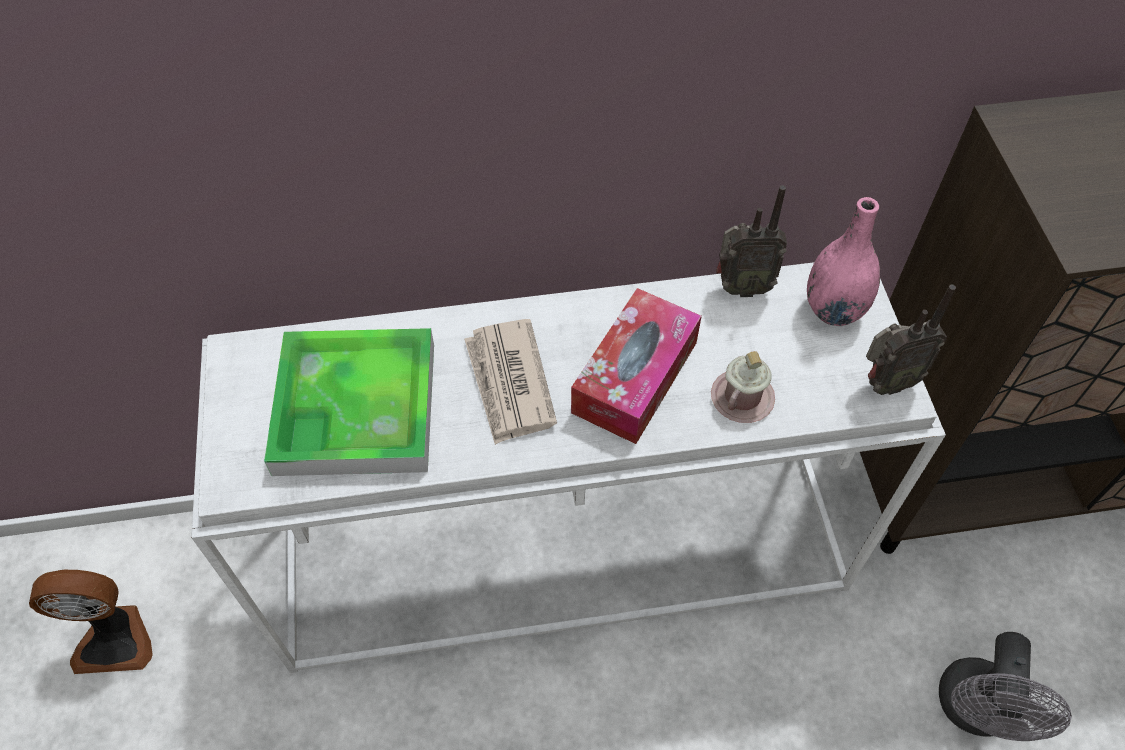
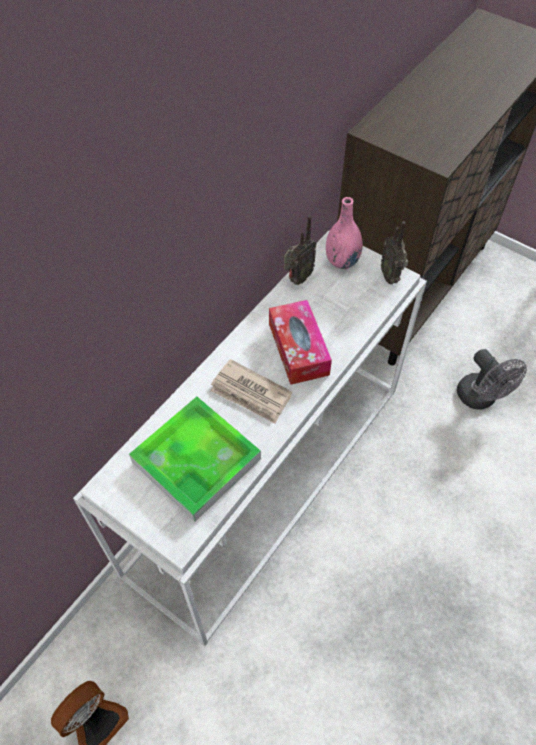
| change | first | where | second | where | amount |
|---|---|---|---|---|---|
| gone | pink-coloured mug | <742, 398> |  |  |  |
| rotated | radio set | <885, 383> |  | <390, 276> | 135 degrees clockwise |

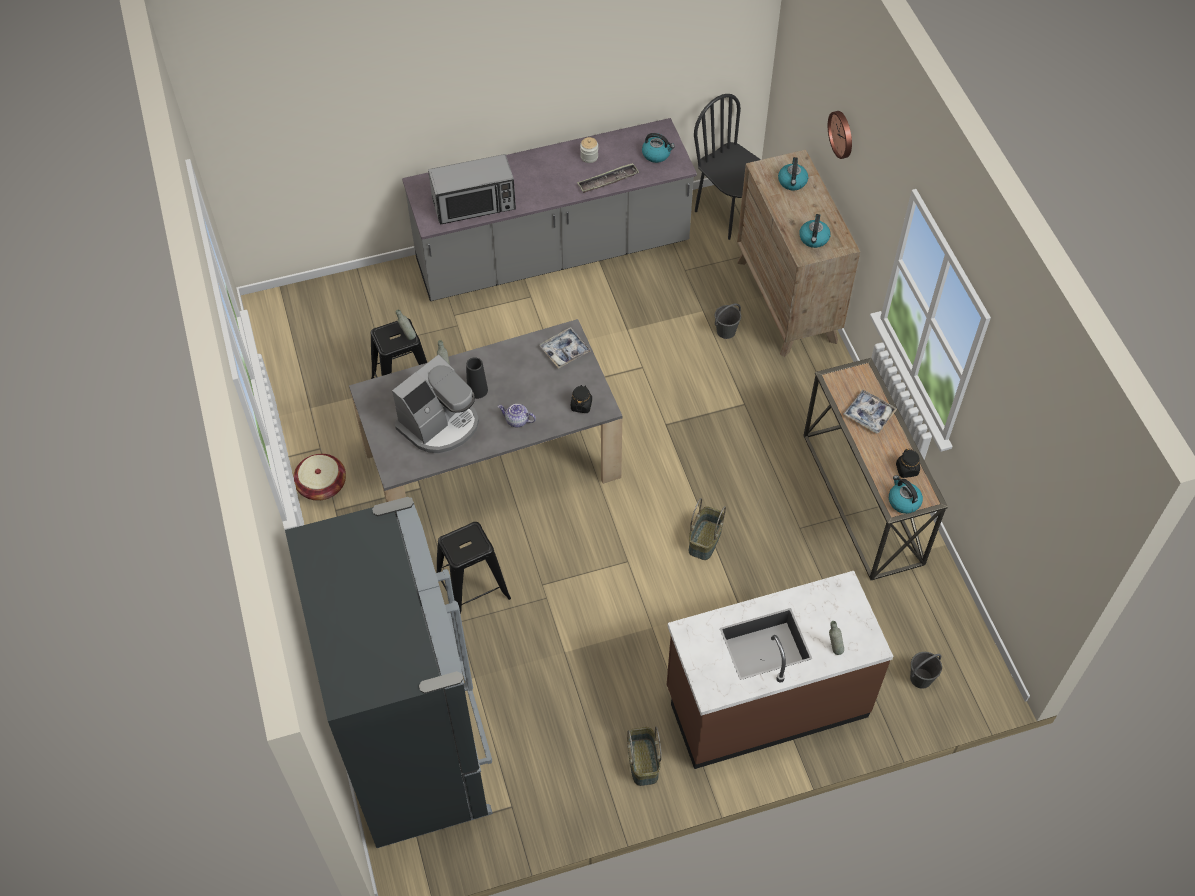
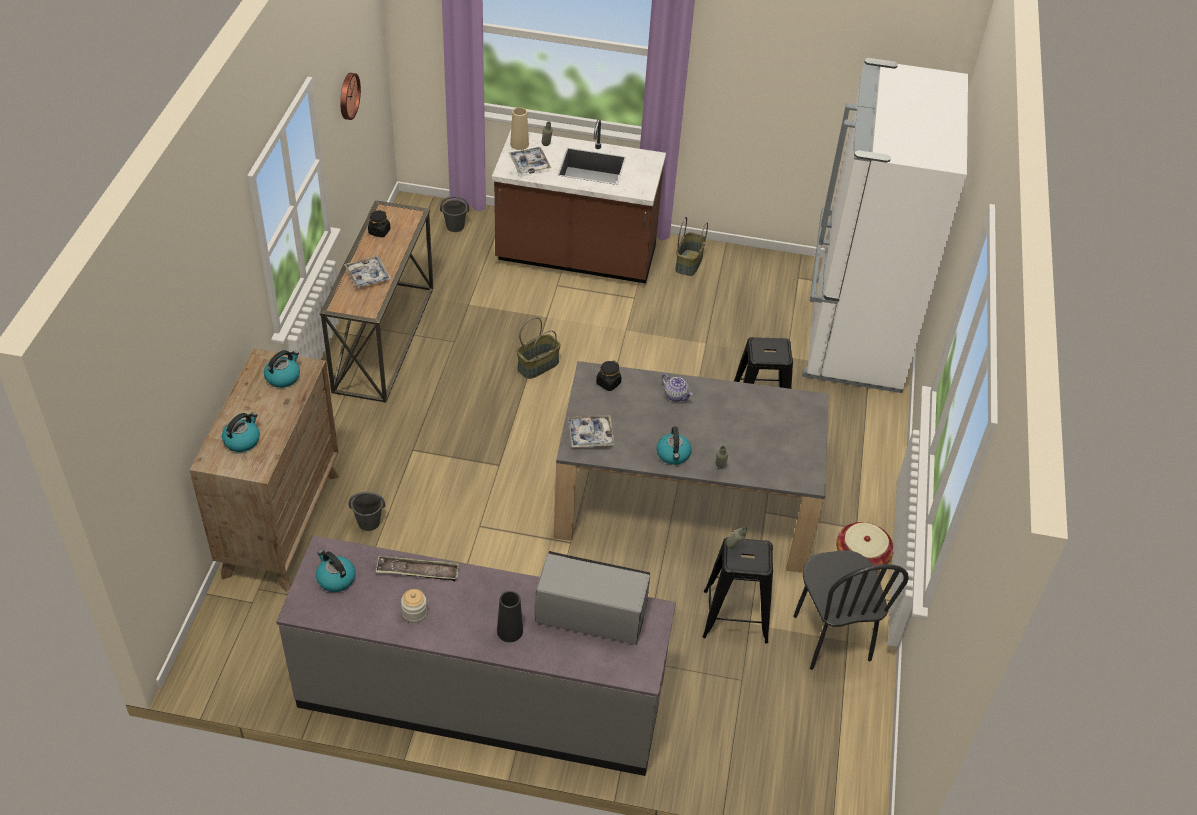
| change | first | where | second | where | amount |
|---|---|---|---|---|---|
| repainted | black fridge | <417, 747> | whitish fridge | <853, 334> |  |
| gone | coffee machine | <440, 424> |  |  |  |
| shifted | black vase | <477, 390> |  | <510, 631> |  |
| shifted | black upright chair | <729, 214> |  | <831, 638> |  |
| shifted | clock on the wall | <842, 134> |  | <347, 96> |  |
| shifted | tea kettle | <903, 501> |  | <673, 455> |  |
| new |  |  | serving tray | <529, 164> |  |
| new |  |  | beige-coloured vase | <519, 144> |  |

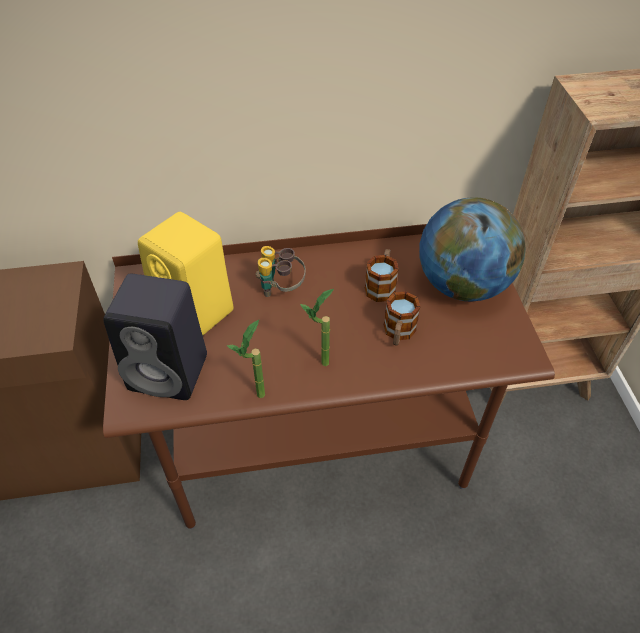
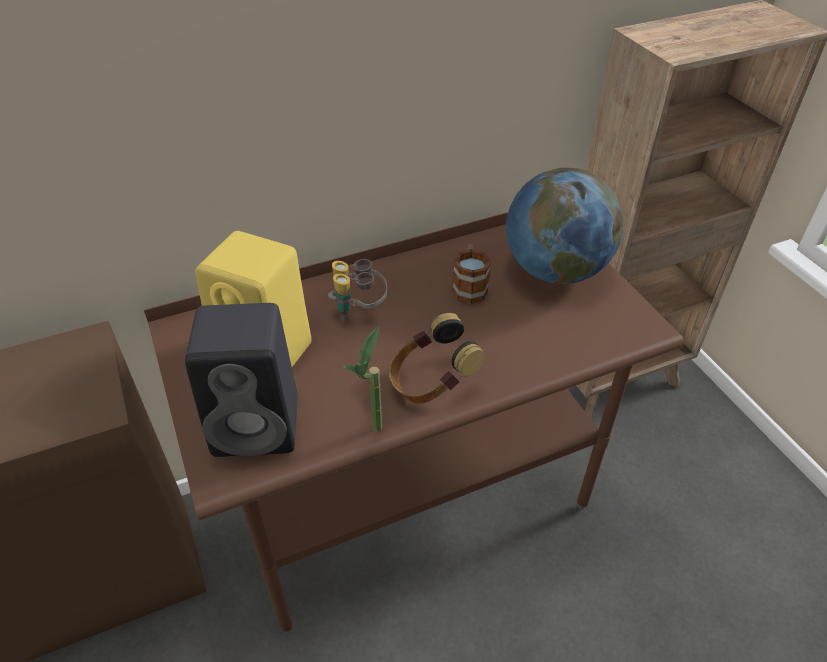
| change | first | where | second | where | amount |
|---|---|---|---|---|---|
| swapped | plant in a pot | <318, 366> | headset | <431, 383> |  |
| gone | mug | <398, 333> |  |  |  |

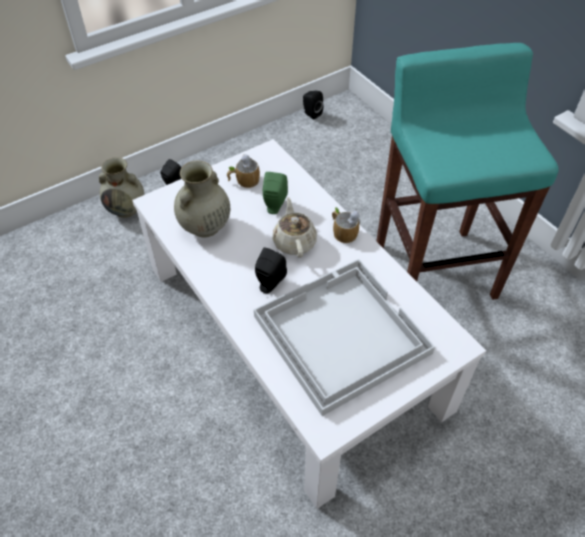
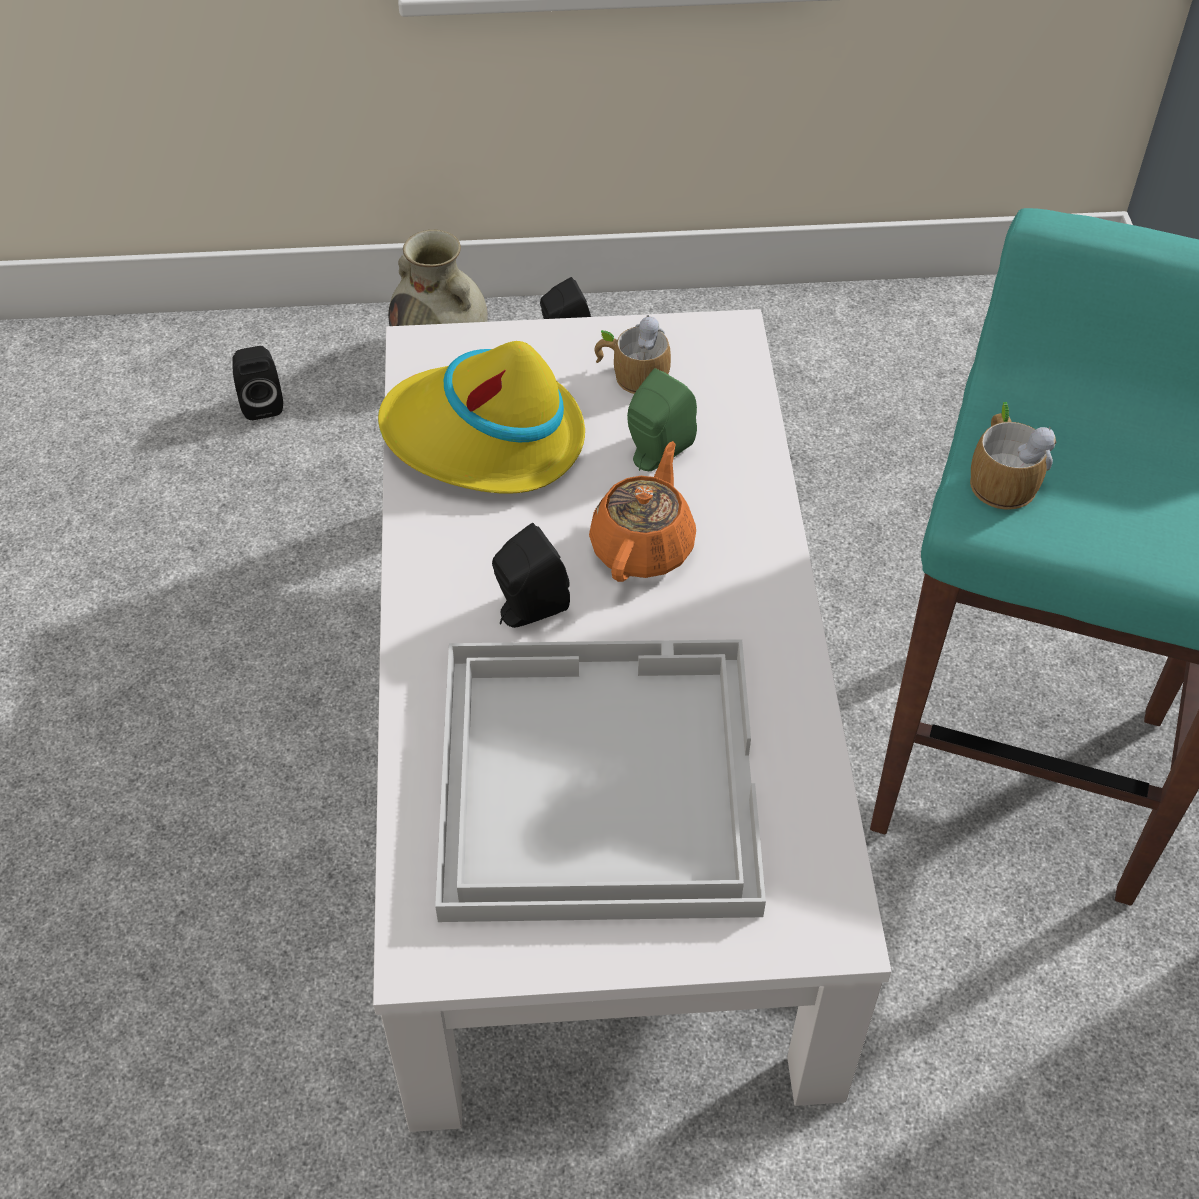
| change | first | where | second | where | amount |
|---|---|---|---|---|---|
| swapped | beige-coloured vase | <205, 227> | yellowish wearable hat | <484, 439> |  |
| repainted | beige-coloured teapot | <294, 241> | orange-coloured teapot | <643, 546> |  |
| shifted | black loudspeaker | <311, 113> |  | <261, 403> |  |
| shifted | mug | <343, 231> |  | <1002, 475> |  |

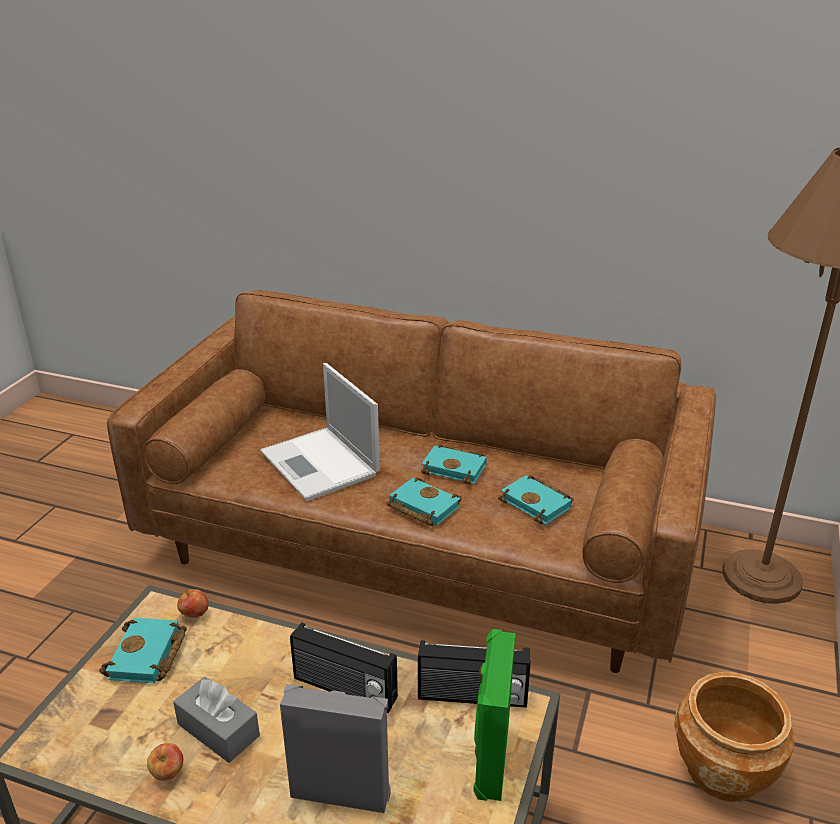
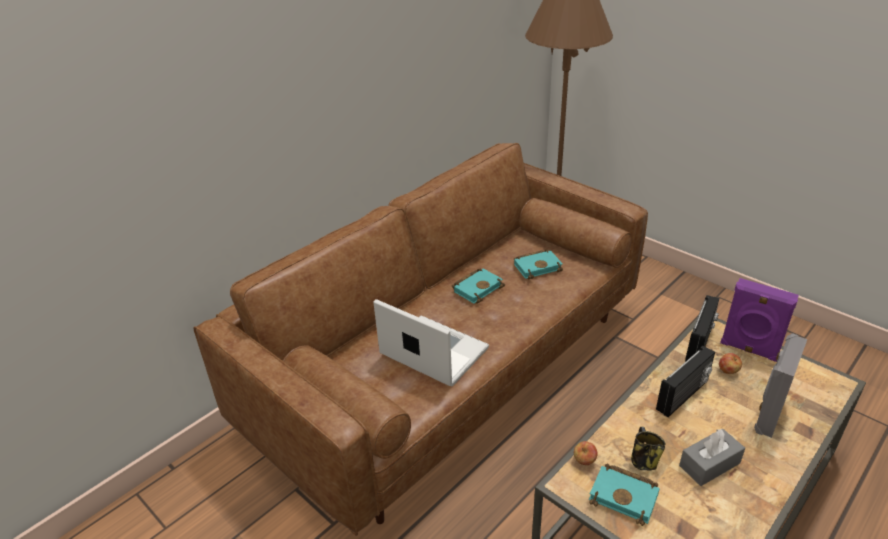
| change | first | where | second | where | amount |
|---|---|---|---|---|---|
| shifted | whole apple | <168, 773> |  | <728, 371> |  |
| rotated | laptop | <321, 464> |  | <432, 351> | 135 degrees counterclockwise |
| gone | turquoise-coloured book | <421, 507> |  |  |  |
| repainted | green loudspeaker | <489, 759> | purplish loudspeaker | <748, 350> |  |
| gone | brown flower pot | <723, 770> |  |  |  |
| new |  |  | mug | <643, 461> |  |

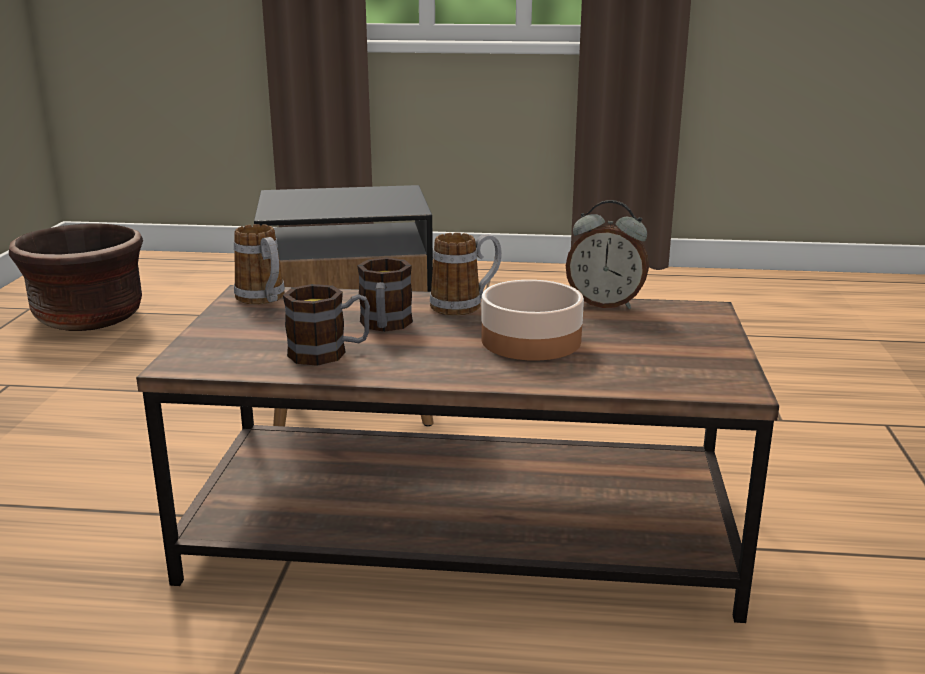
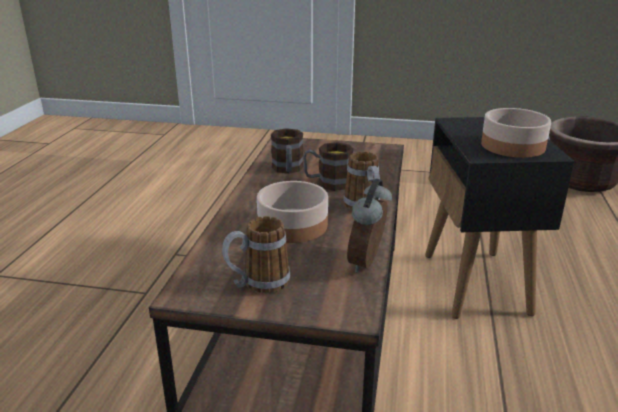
| change | first | where | second | where | amount |
|---|---|---|---|---|---|
| shifted | mug | <264, 300> |  | <258, 284> |  |
| new |  |  | deep dish | <513, 146> |  |

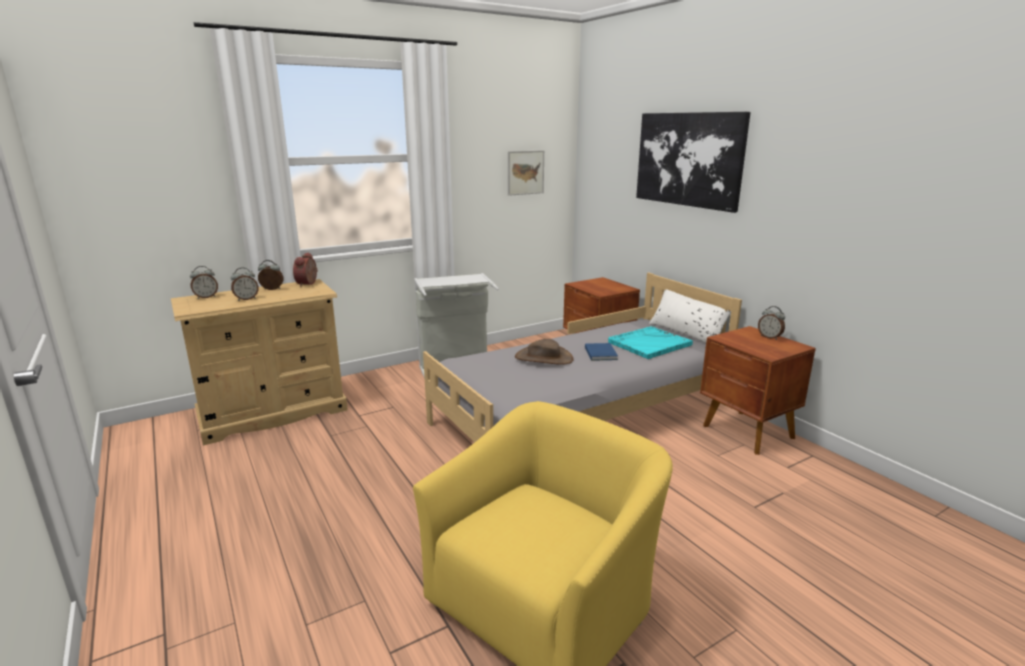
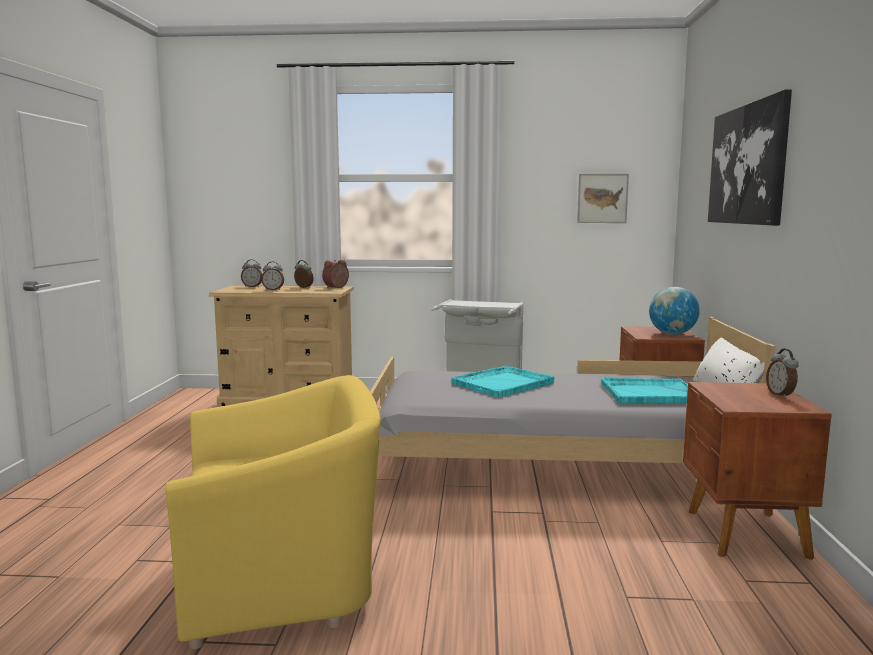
| change | first | where | second | where | amount |
|---|---|---|---|---|---|
| swapped | brown wearable hat | <544, 358> | turquoise-coloured serving tray | <503, 383> |  |
| gone | bluish book | <601, 353> |  |  |  |
| new |  |  | globe | <672, 334> |  |

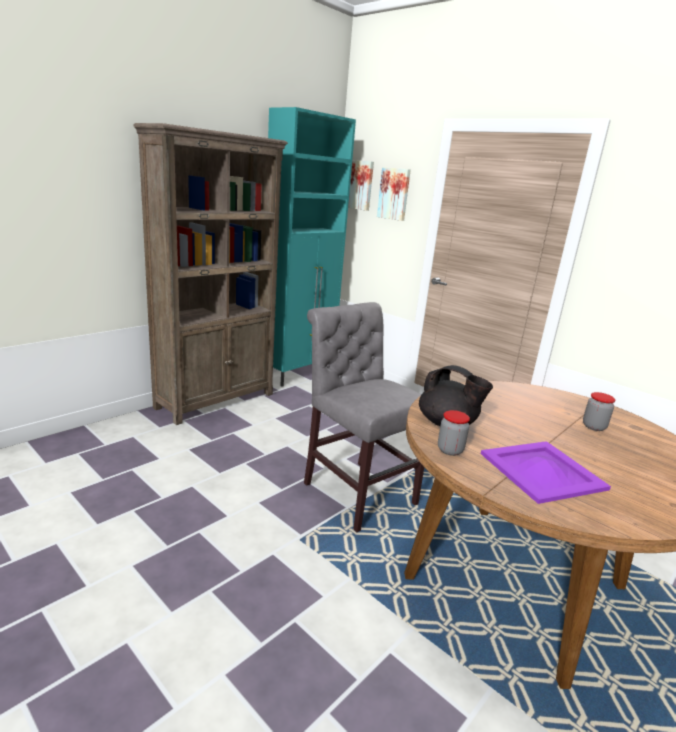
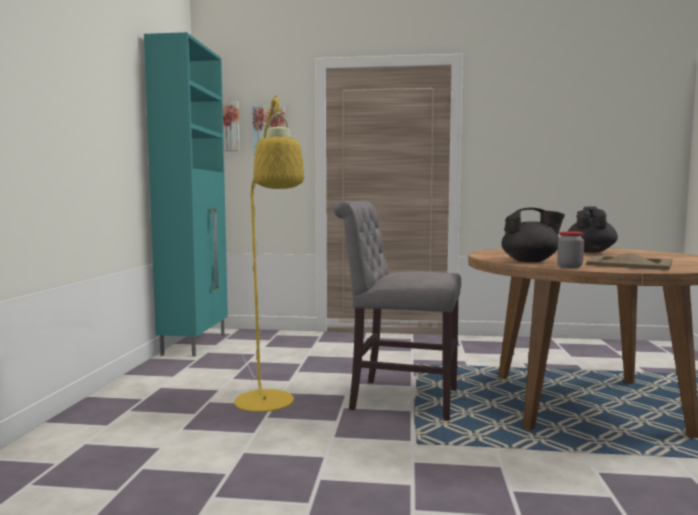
| change | first | where | second | where | amount |
|---|---|---|---|---|---|
| gone | brown bookcase | <216, 400> |  |  |  |
| repainted | purplish serving tray | <542, 470> | beige-coloured serving tray | <629, 263> |  |
| swapped | preserve jar | <594, 427> | black teapot | <590, 252> |  |
| new |  |  | yellowish standard lamp | <267, 406> |  |

